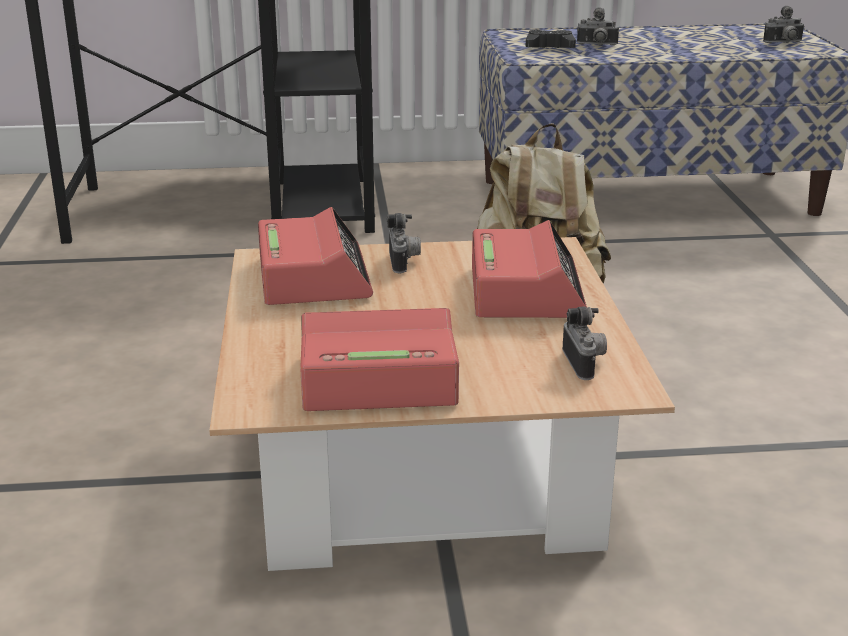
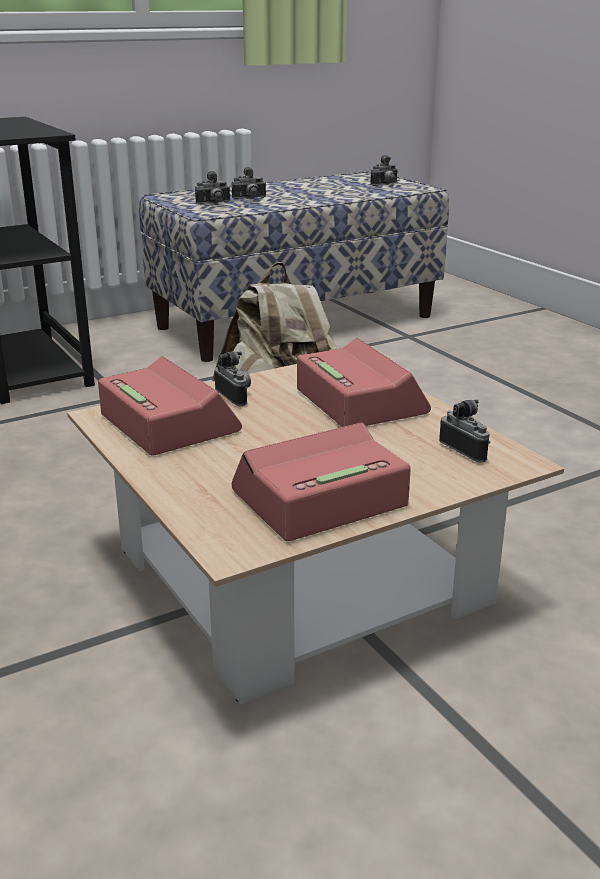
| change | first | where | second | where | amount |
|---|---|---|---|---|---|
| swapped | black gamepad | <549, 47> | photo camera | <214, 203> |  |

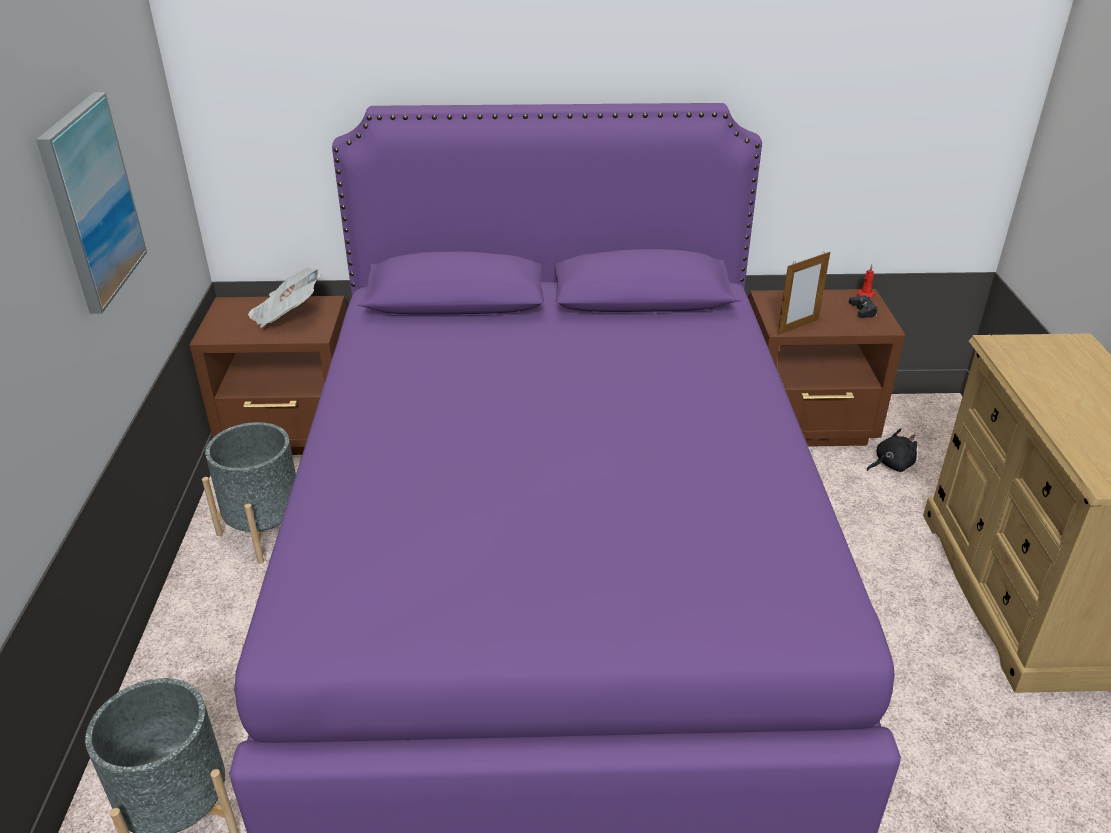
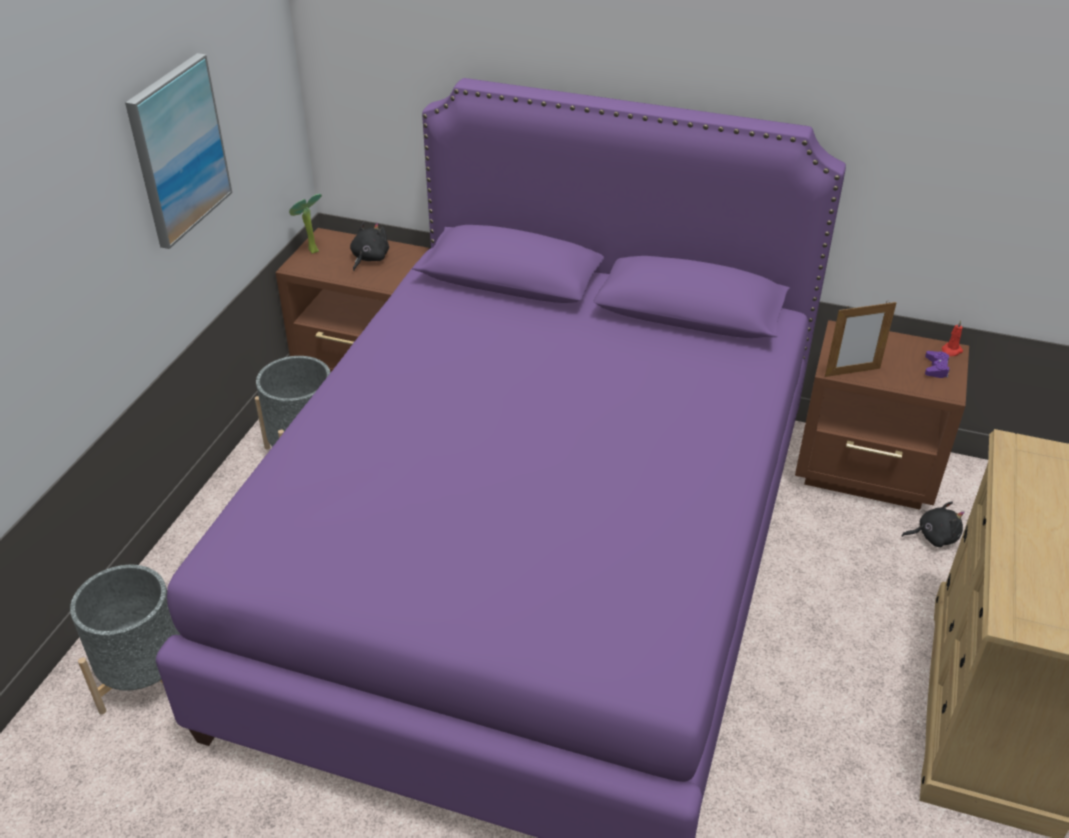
| change | first | where | second | where | amount |
|---|---|---|---|---|---|
| swapped | daily paper | <286, 315> | black plush toy | <369, 258> |  |
| repainted | black gamepad | <862, 310> | purplish gamepad | <936, 368> |  |
| new |  |  | plant in a pot | <310, 251> |  |

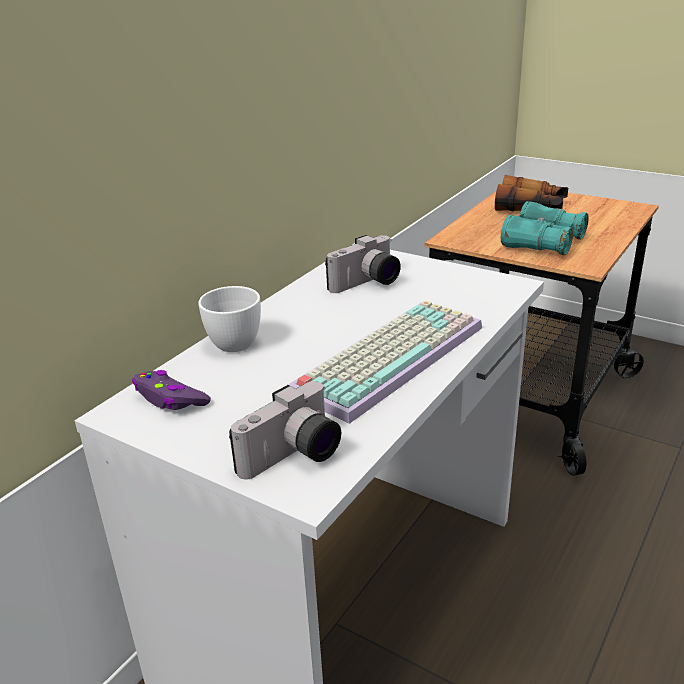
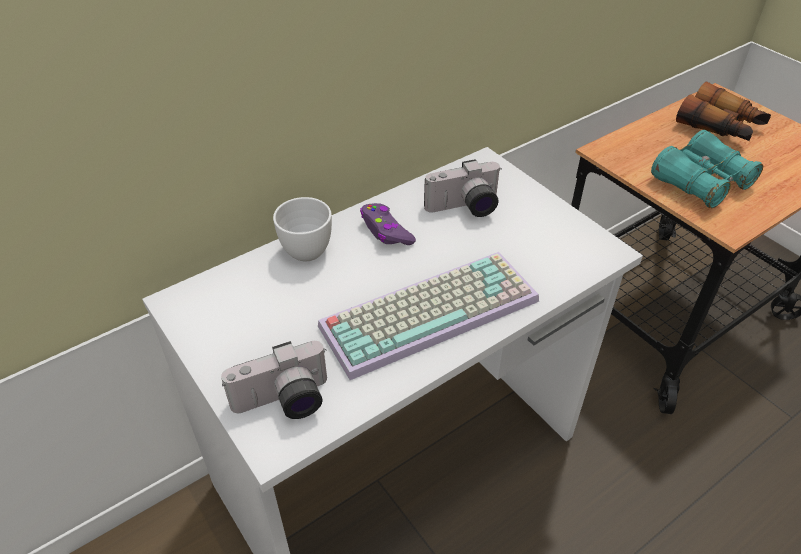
| change | first | where | second | where | amount |
|---|---|---|---|---|---|
| shifted | purplish gamepad | <170, 399> |  | <386, 231> |  |

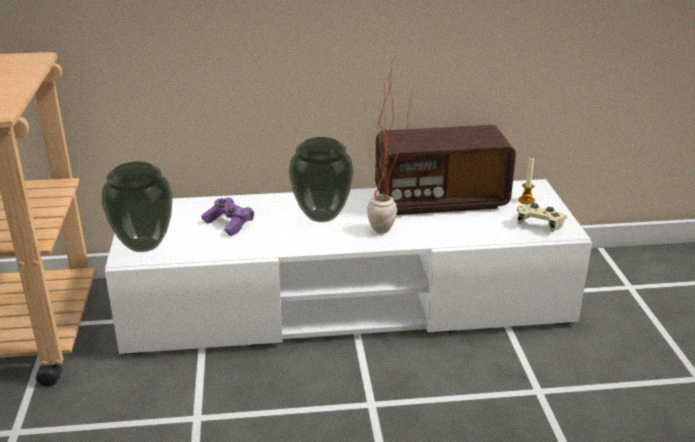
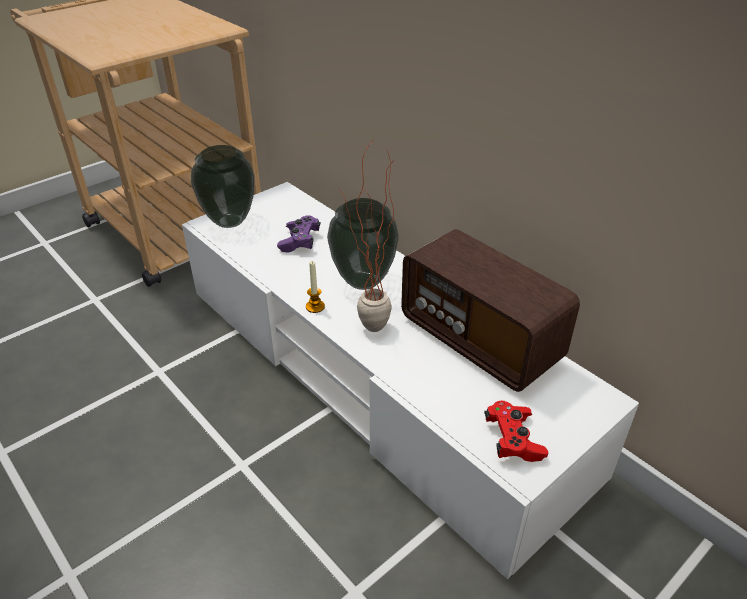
| change | first | where | second | where | amount |
|---|---|---|---|---|---|
| repainted | beige-coloured gamepad | <539, 224> | red-coloured gamepad | <513, 440> |  |
| shifted | wax candle | <526, 200> |  | <315, 307> |  |

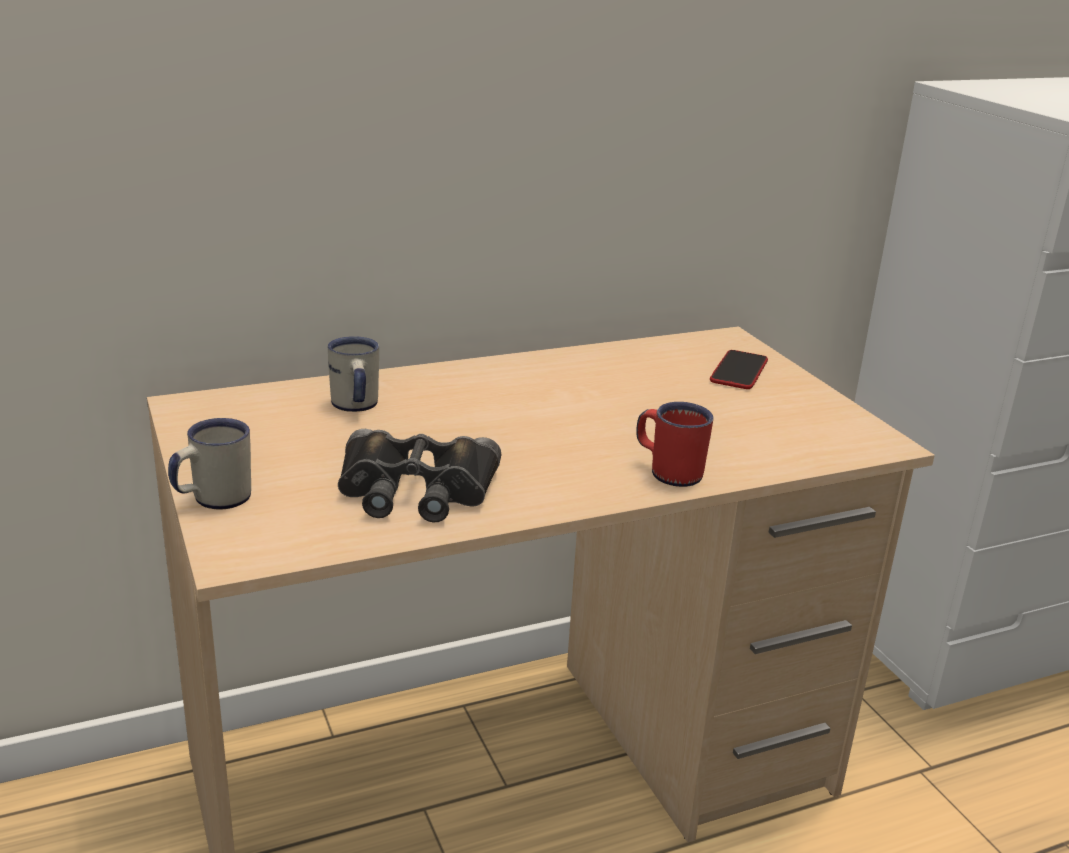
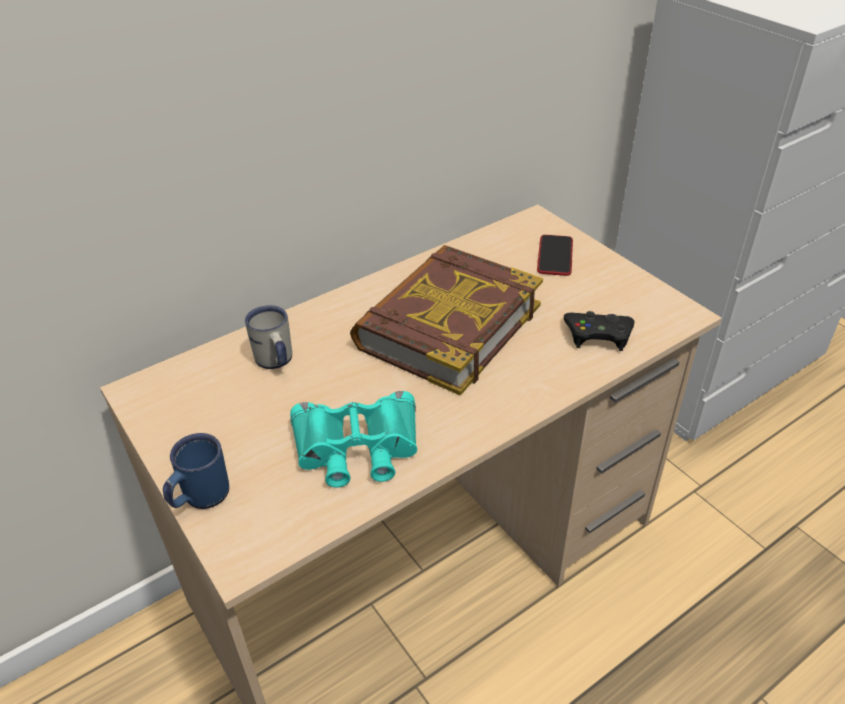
| change | first | where | second | where | amount |
|---|---|---|---|---|---|
| repainted | whitish mug | <212, 500> | bluish mug | <200, 497> |  |
| repainted | black field glasses | <415, 490> | turquoise-coloured field glasses | <357, 447> |  |
| gone | red-coloured mug | <668, 471> |  |  |  |
| new |  |  | book | <447, 326> |  |
| new |  |  | black gamepad | <598, 335> |  |

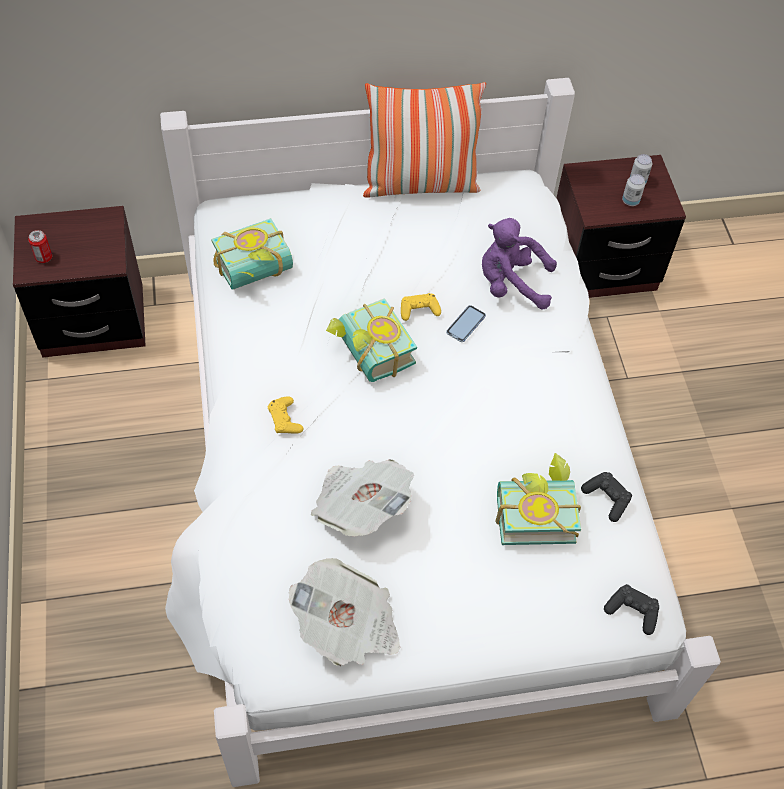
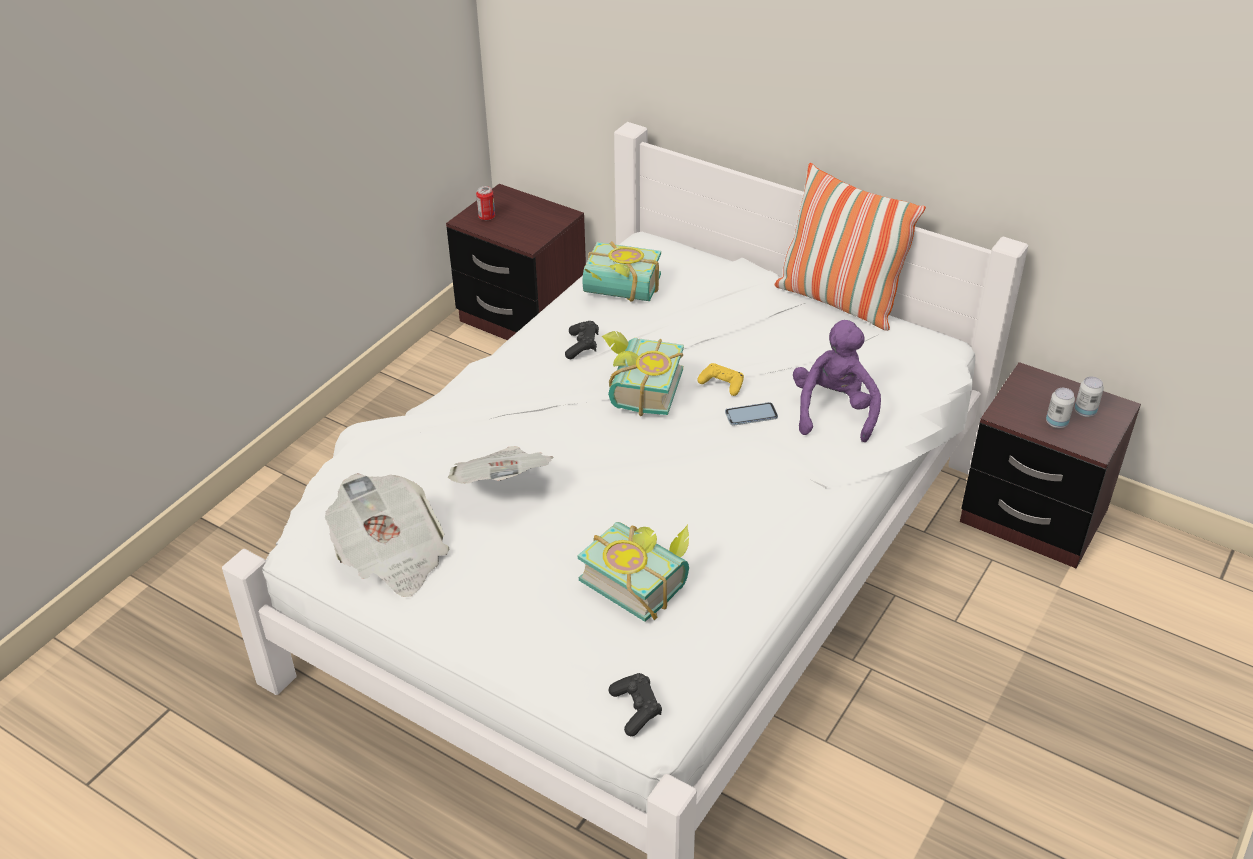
| change | first | where | second | where | amount |
|---|---|---|---|---|---|
| gone | yellowish gamepad | <285, 419> |  |  |  |
| rotated | purplish plush toy | <511, 284> |  | <834, 411> | 45 degrees clockwise |
| shifted | black gamepad | <606, 499> |  | <582, 346> |  |

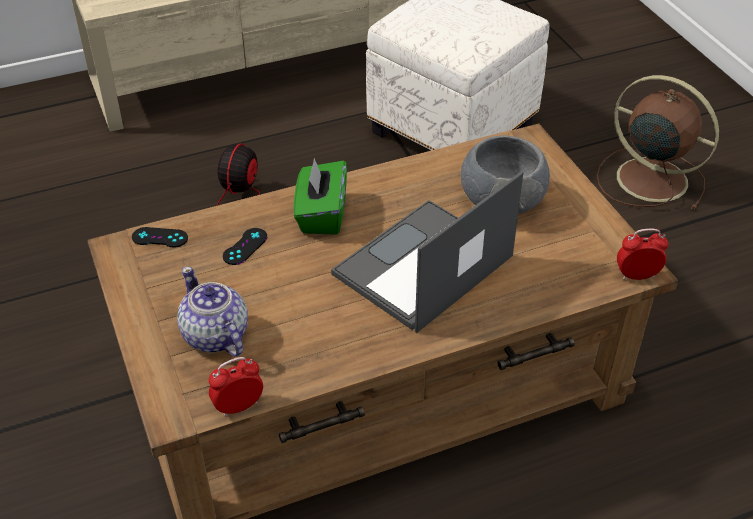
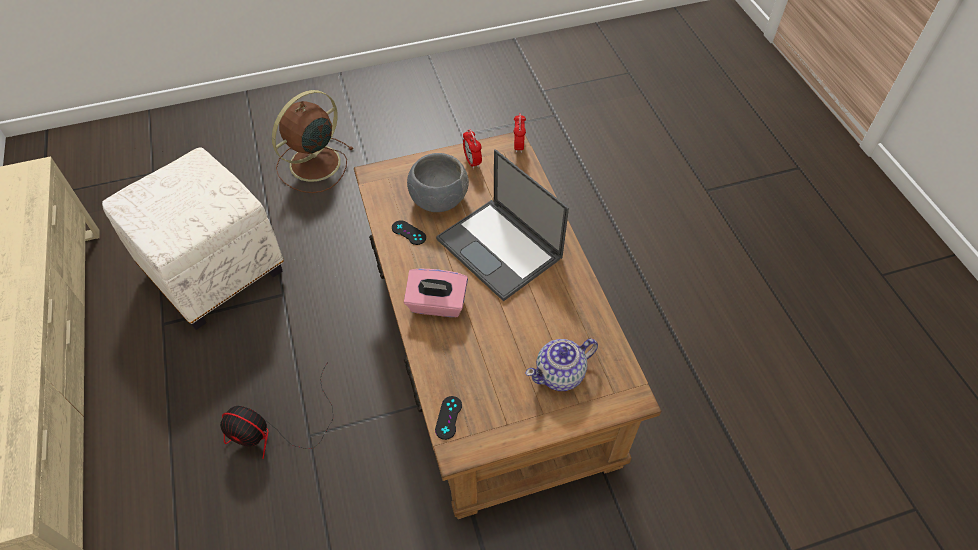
| change | first | where | second | where | amount |
|---|---|---|---|---|---|
| shifted | bedside clock | <238, 406> |  | <472, 162> |  |
| shifted | black gamepad | <245, 246> |  | <408, 233> |  |
| repainted | green tissue box | <321, 215> | pink-coloured tissue box | <437, 304> |  |

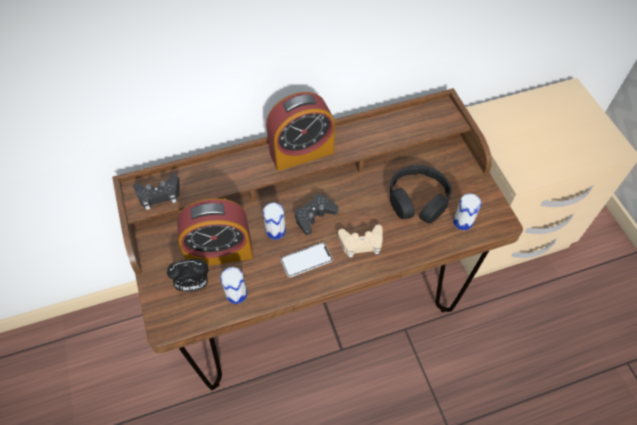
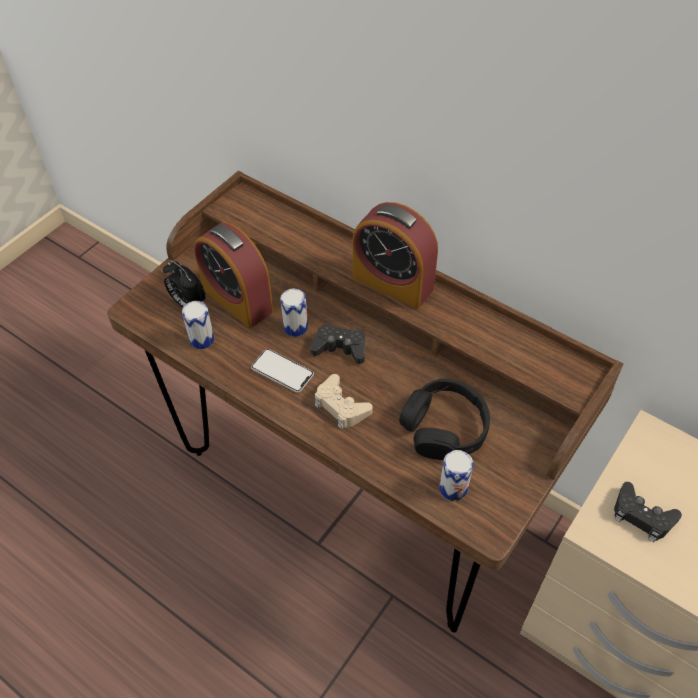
| change | first | where | second | where | amount |
|---|---|---|---|---|---|
| shifted | black gamepad | <159, 194> |  | <642, 516> |  |

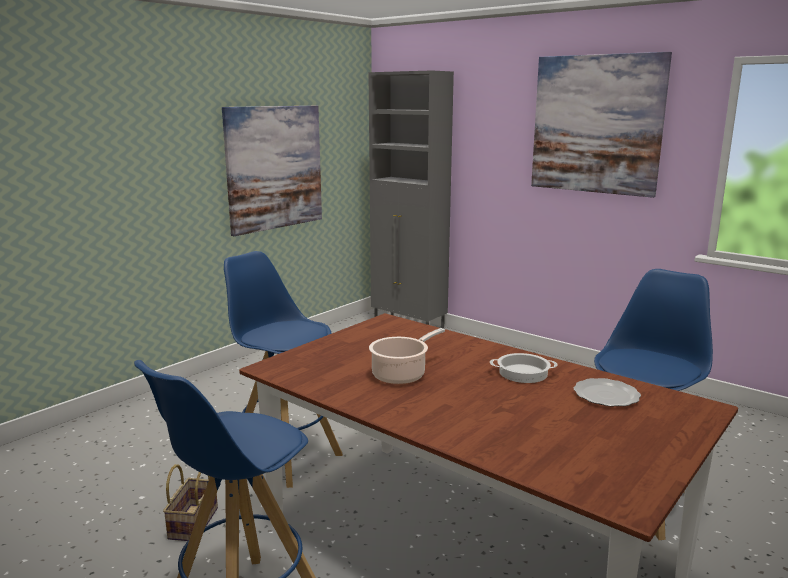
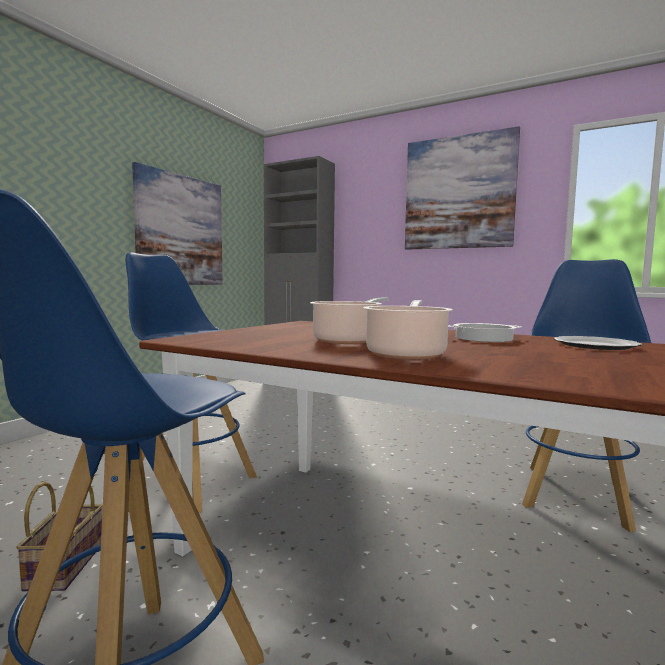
| change | first | where | second | where | amount |
|---|---|---|---|---|---|
| new |  |  | stockpot | <406, 354> |  |

